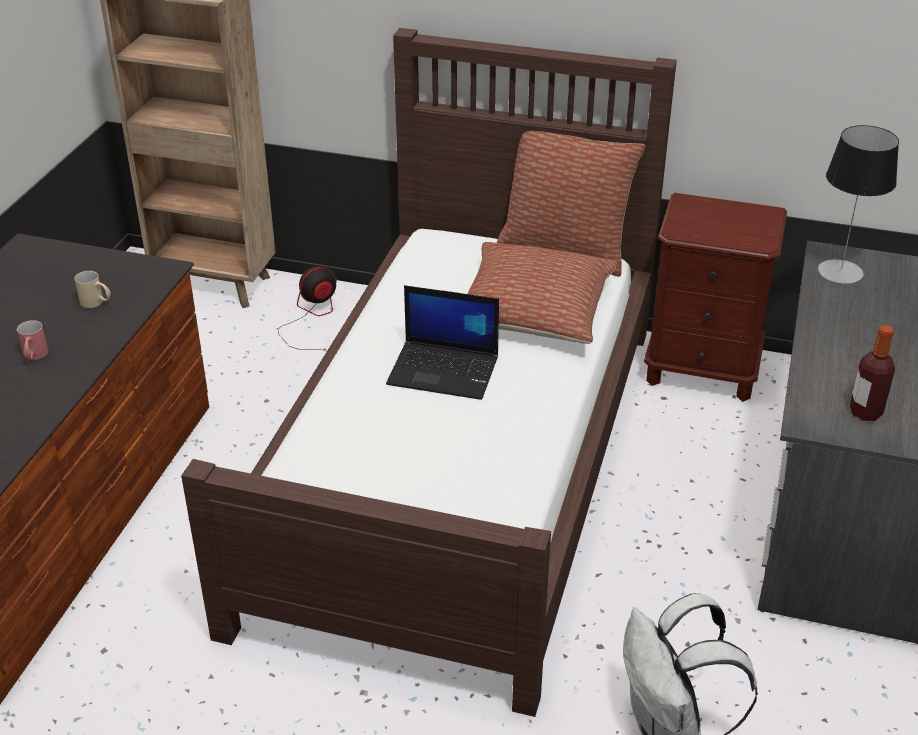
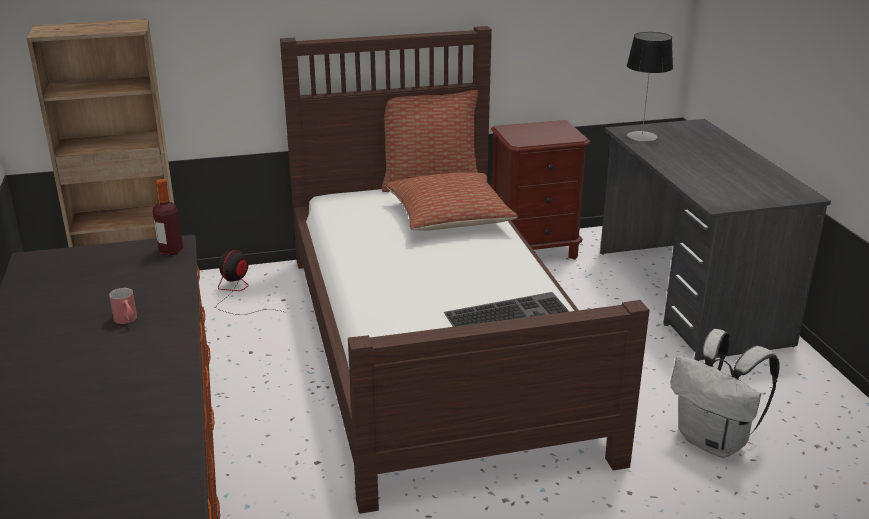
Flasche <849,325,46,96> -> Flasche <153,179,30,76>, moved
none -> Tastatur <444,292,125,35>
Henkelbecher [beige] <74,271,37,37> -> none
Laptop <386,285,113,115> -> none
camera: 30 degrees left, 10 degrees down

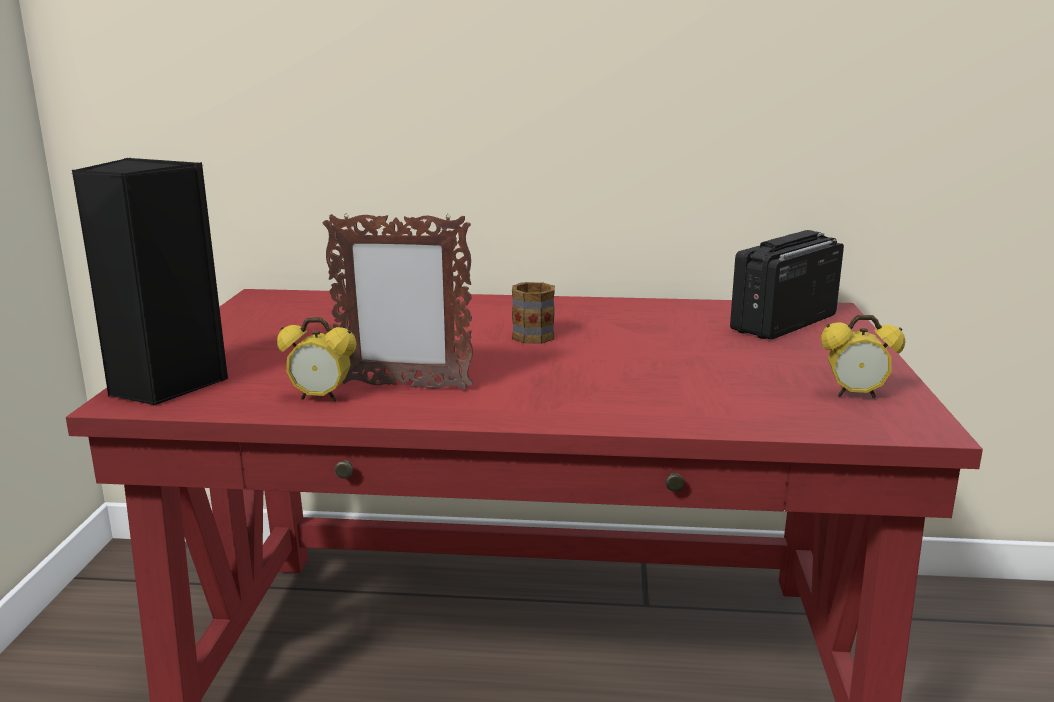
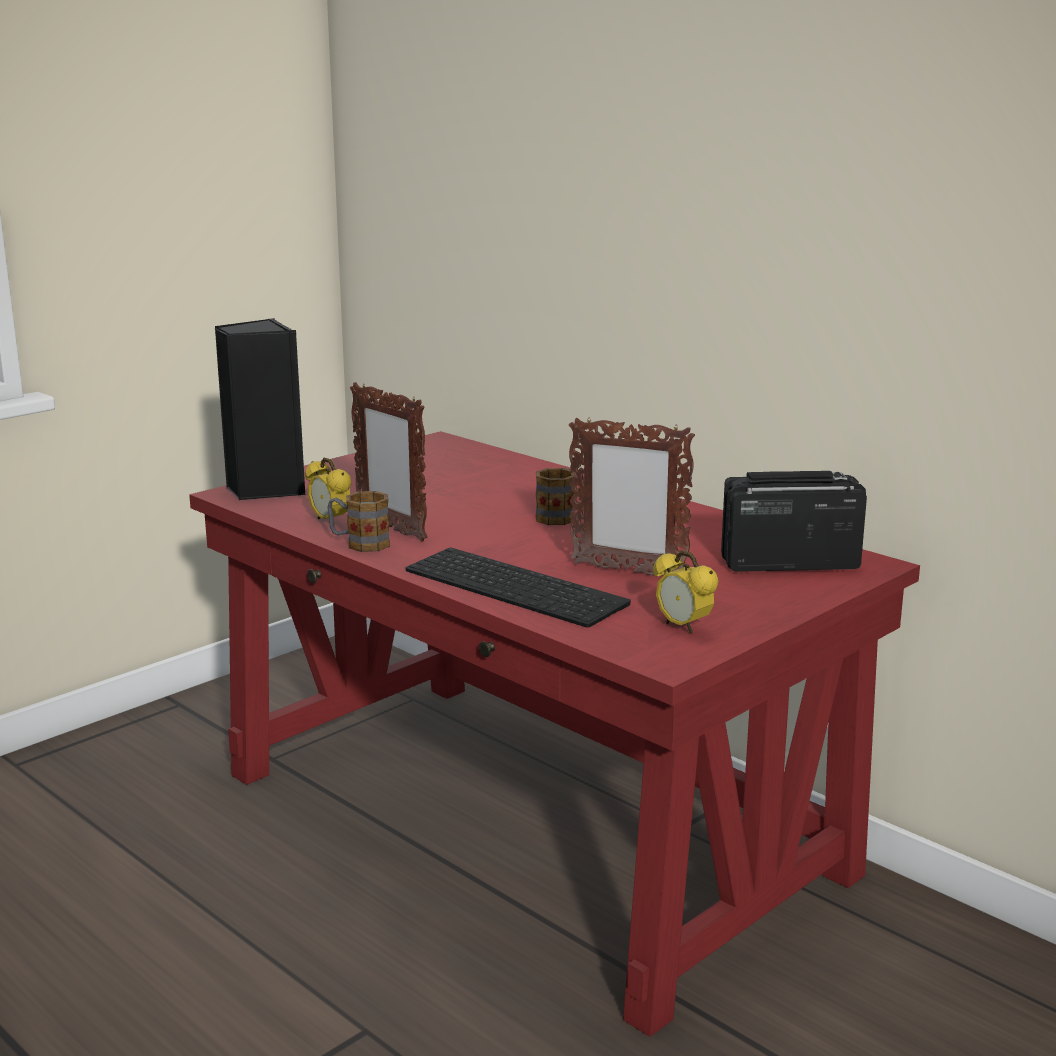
none -> Henkelbecher <328,491,62,61>
none -> Tastatur <406,548,225,80>
none -> Bilderrahmen <569,417,126,159>
camera: 40 degrees right, 0 degrees up

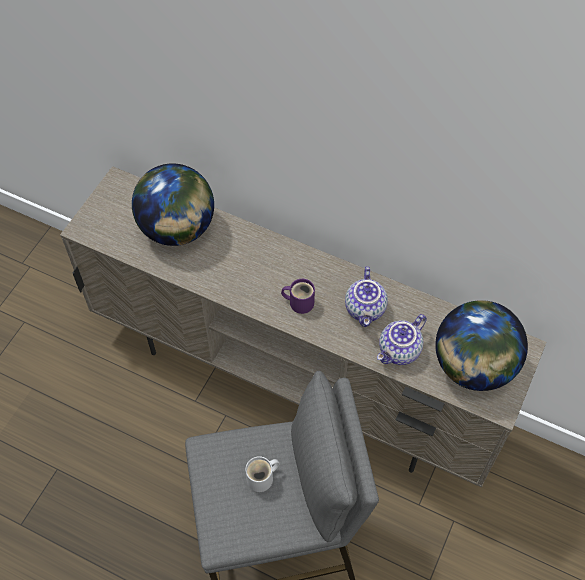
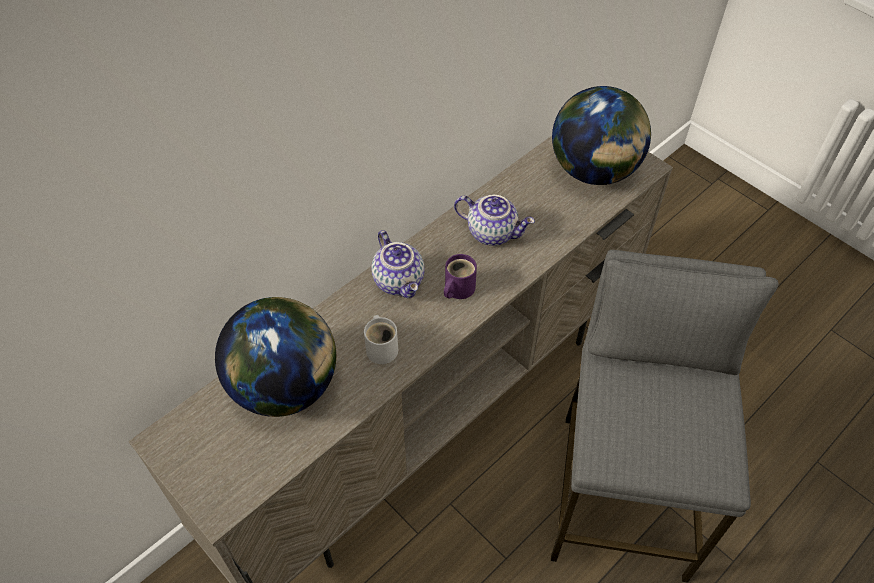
Henkelbecher [weiß] <245,456,35,36> -> Henkelbecher [weiß] <364,315,34,49>, moved
Teekanne <377,314,50,51> -> Teekanne <371,230,53,68>, moved
camera: 70 degrees left, 5 degrees down

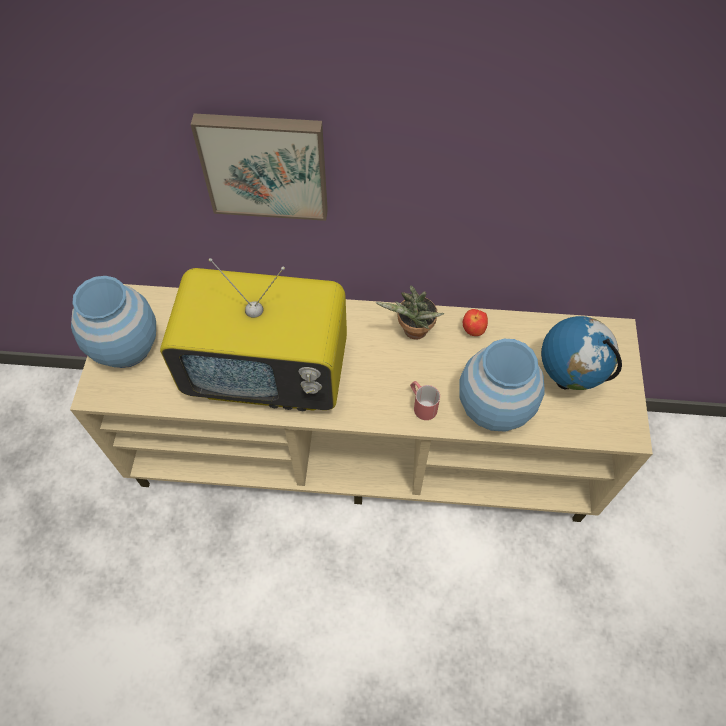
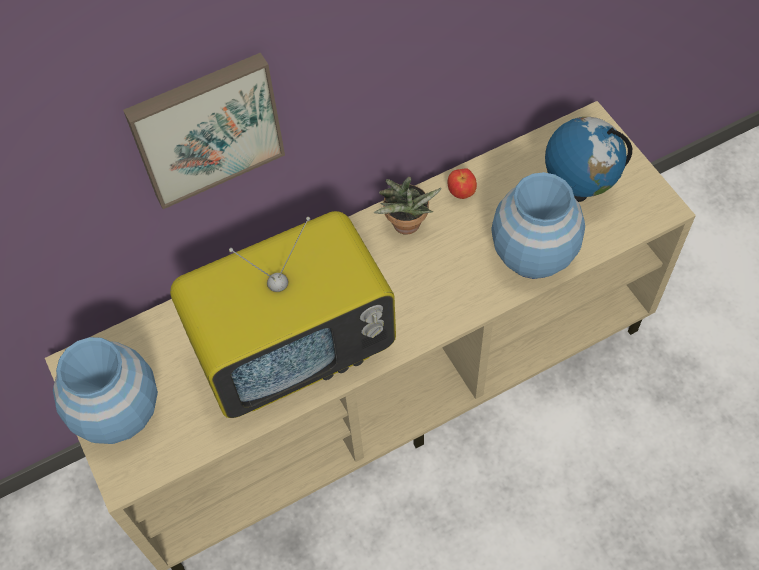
Henkelbecher [rot] <410,381,30,39> -> none
camera: 30 degrees left, 0 degrees up

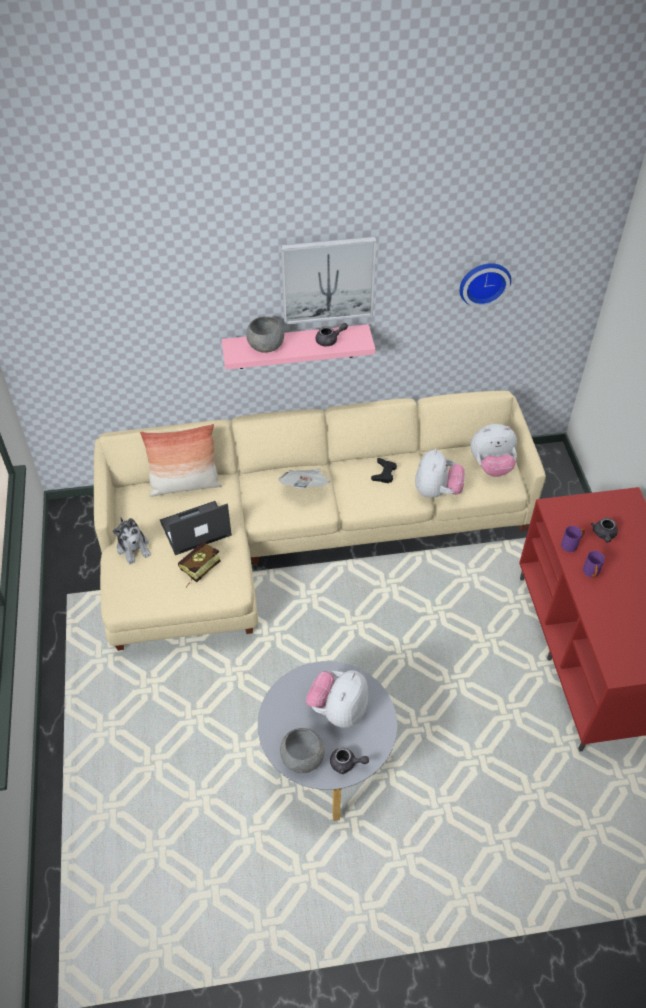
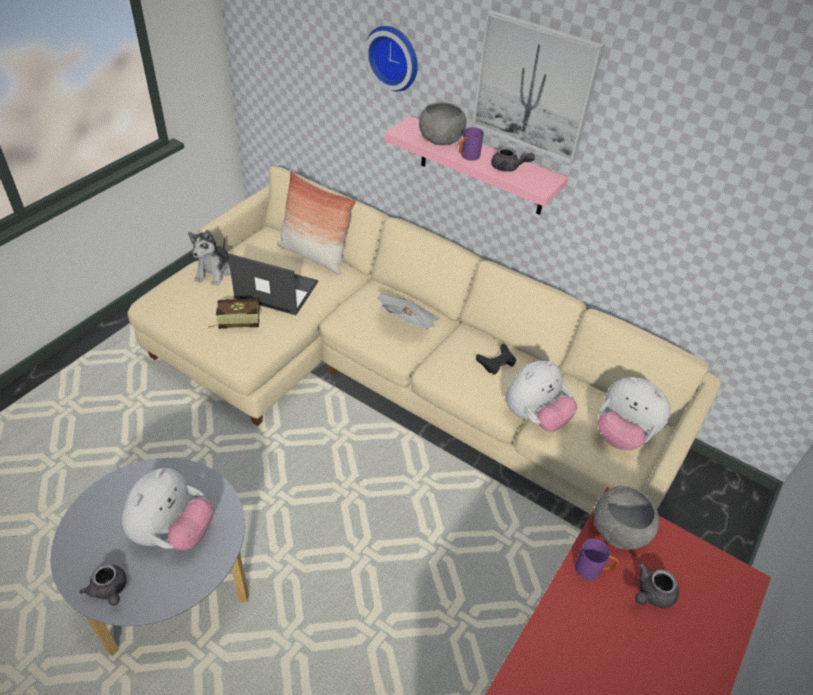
Plüschtier <306,670,62,58> -> Plüschtier <122,468,92,82>, 135 degrees clockwise
Wanduhr <460,263,51,45> -> Wanduhr <364,26,54,66>, moved
Henkelbecher [lila] <583,551,22,27> -> Henkelbecher [lila] <459,127,25,34>, moved
Schüssel [grau] <280,728,45,45> -> Schüssel [grau] <594,486,65,64>, moved
camera: 40 degrees right, 5 degrees down

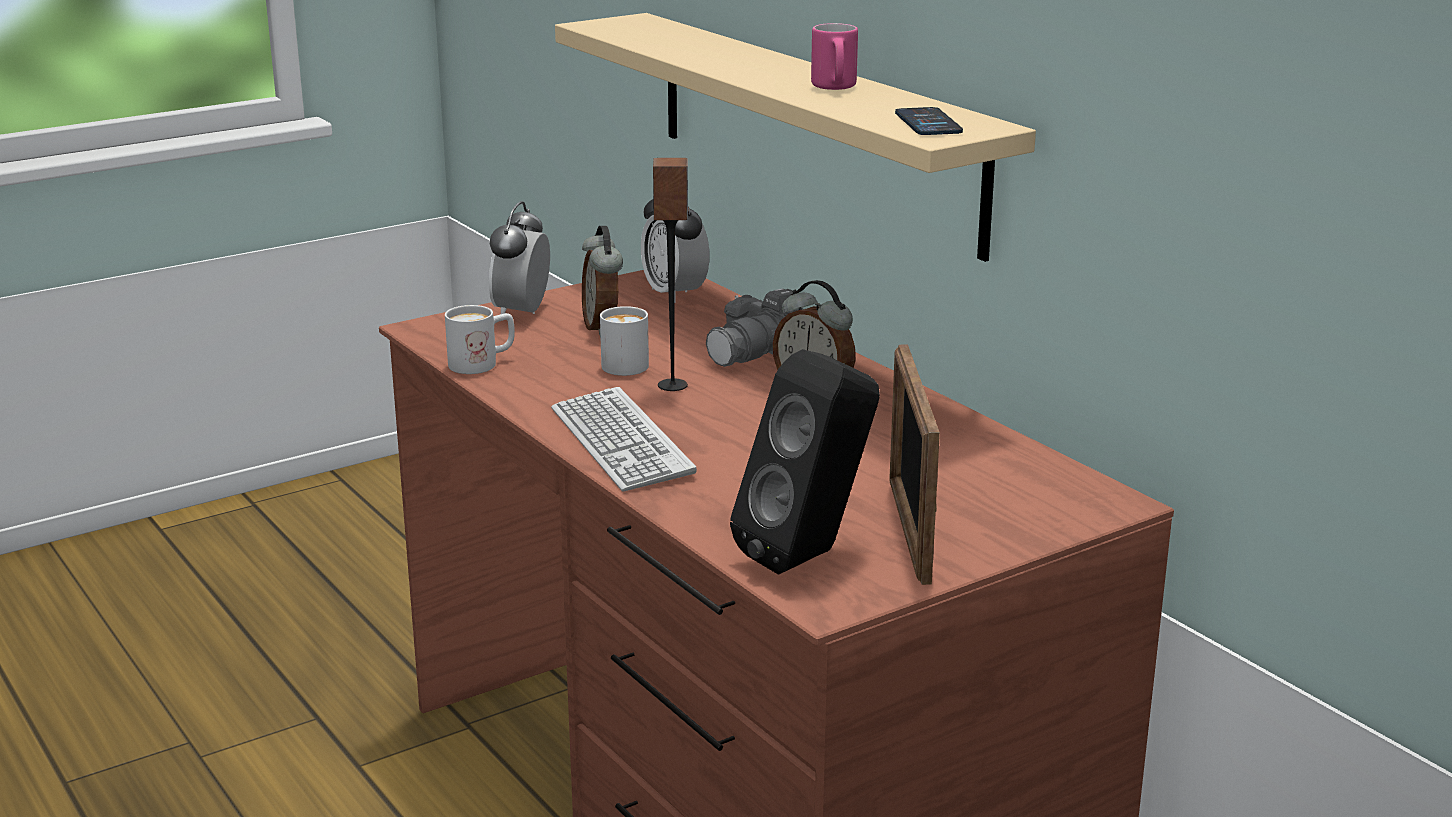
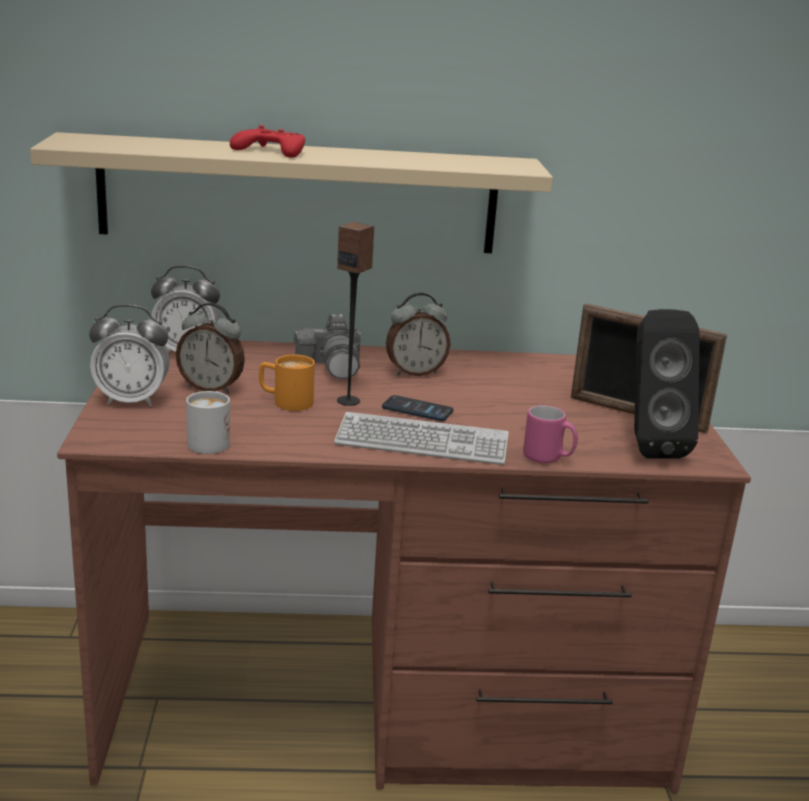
Wecker <489,201,61,113> -> Wecker <89,304,81,103>, 45 degrees counterclockwise
none -> Gamepad [rot] <230,125,75,33>
Henkelbecher [weiß] <600,306,49,70> -> Henkelbecher [orange] <259,355,56,56>
Handy <895,107,68,28> -> Handy <382,395,71,26>, moved
Henkelbecher [rosa] <811,23,47,67> -> Henkelbecher [rosa] <523,405,55,58>, moved
camera: 60 degrees left, 0 degrees up

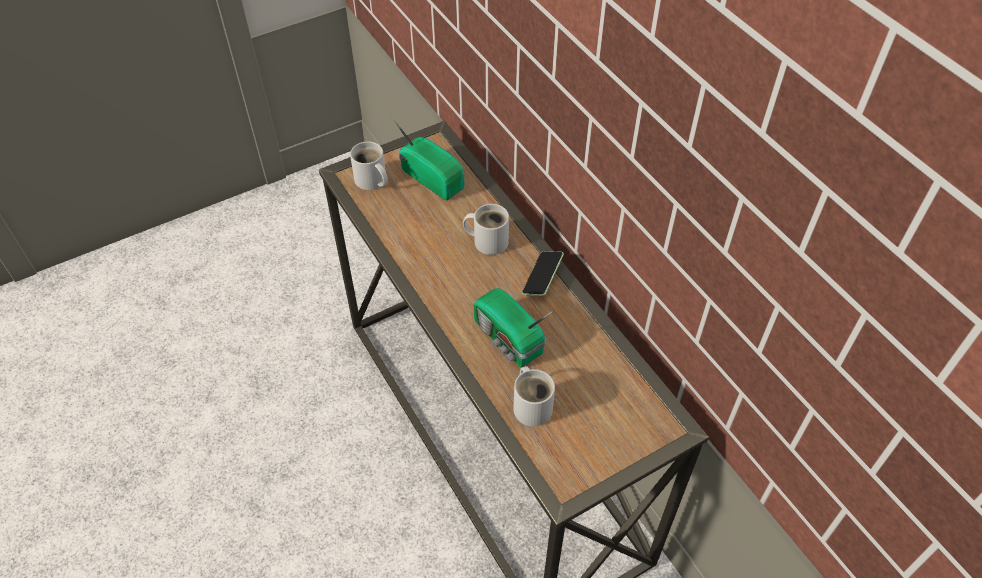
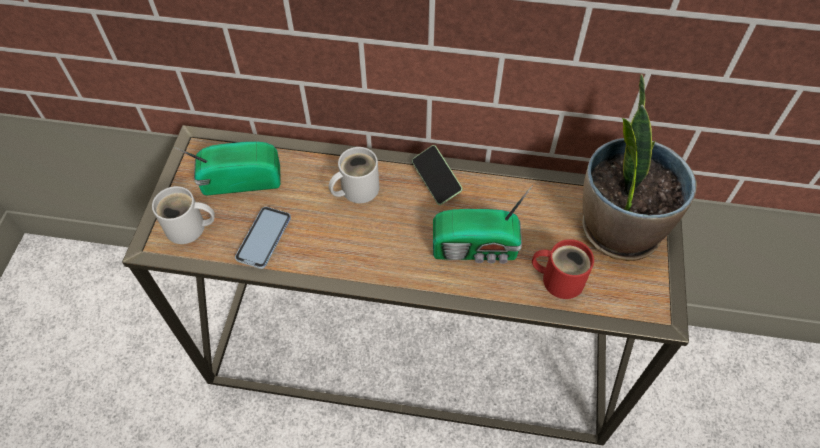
none -> Handy <235,207,56,62>
Henkelbecher [weiß] <513,366,42,61> -> Henkelbecher [rot] <532,239,62,60>
none -> Topfpflanze <582,74,115,187>
camera: 50 degrees left, 5 degrees up

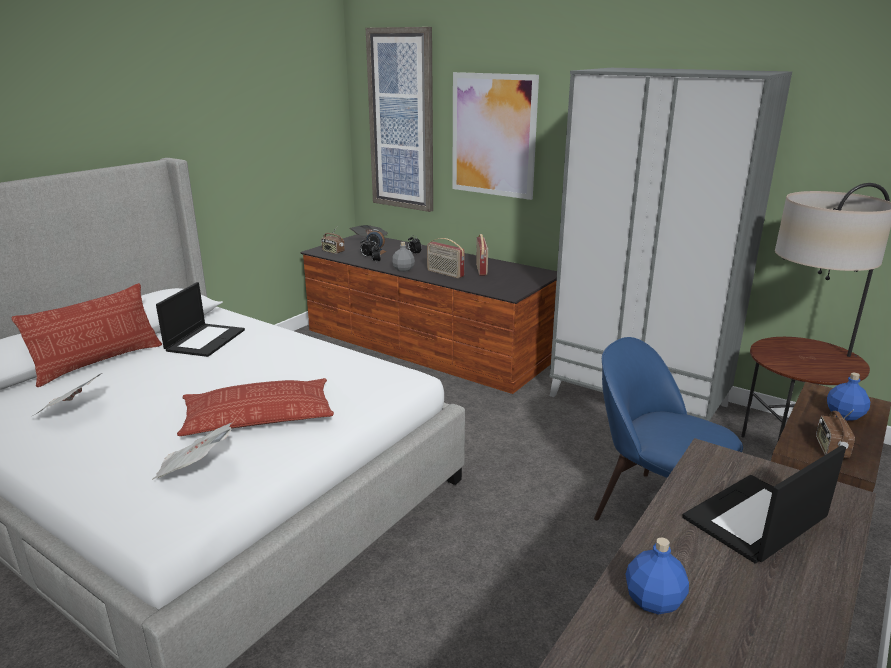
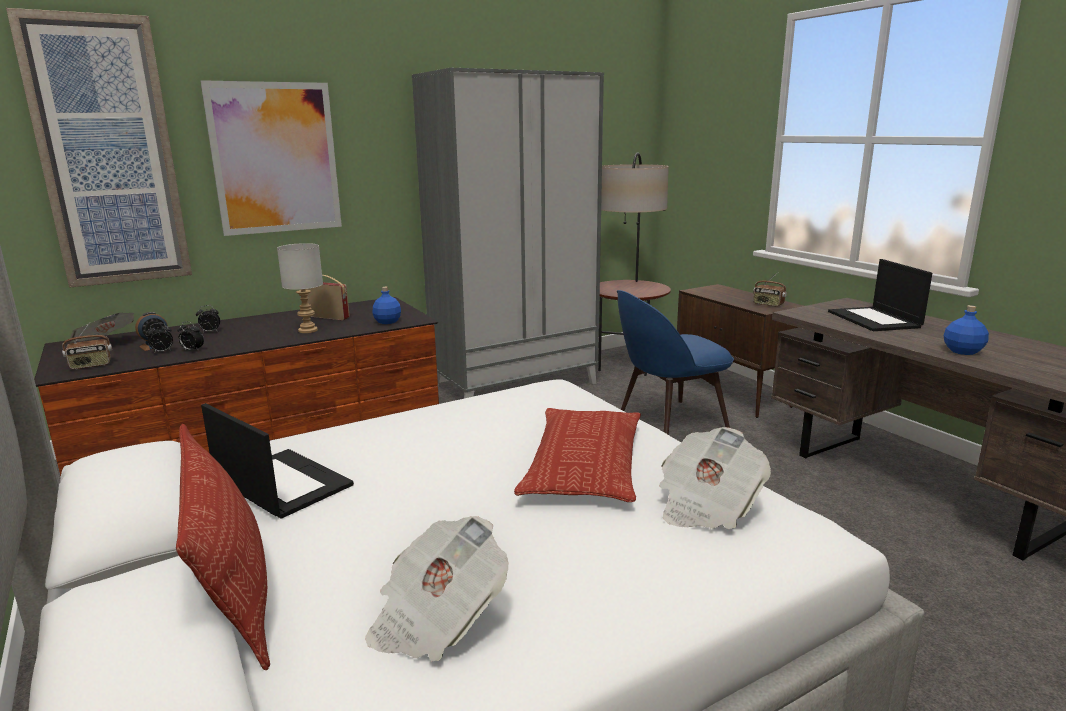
Radio <427,238,37,40> -> Tischlampe [grau] <277,243,46,90>
Flasche [blau] <827,373,44,48> -> Flasche [blau] <373,287,28,37>, moved
Flasche [grau] <392,242,23,30> -> none
camera: 65 degrees left, 5 degrees down

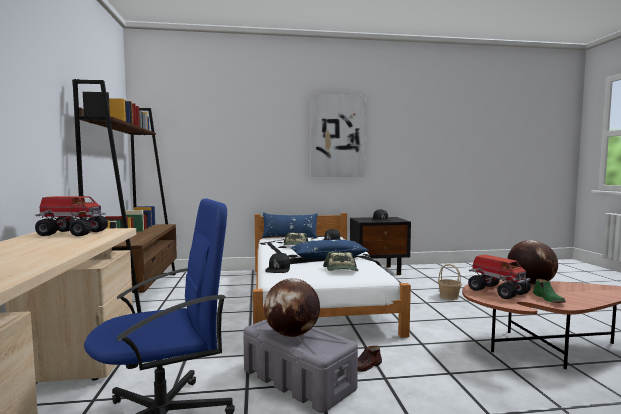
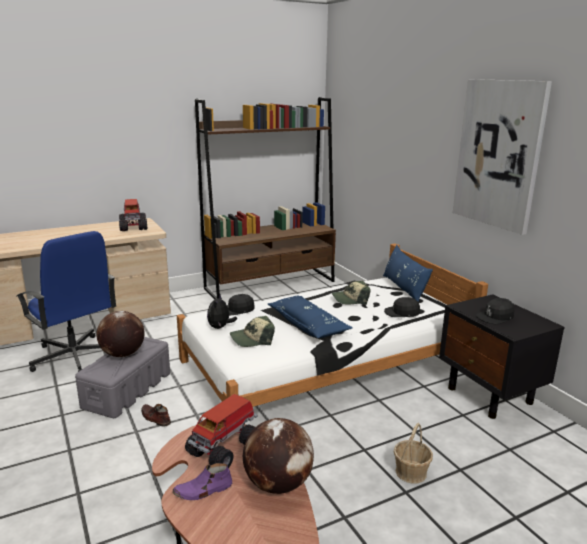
Schuh [grün] <533,279,33,24> -> Schuh [lila] <173,463,59,37>
none -> Plüschtier <207,294,30,35>
camera: 70 degrees right, 15 degrees up

